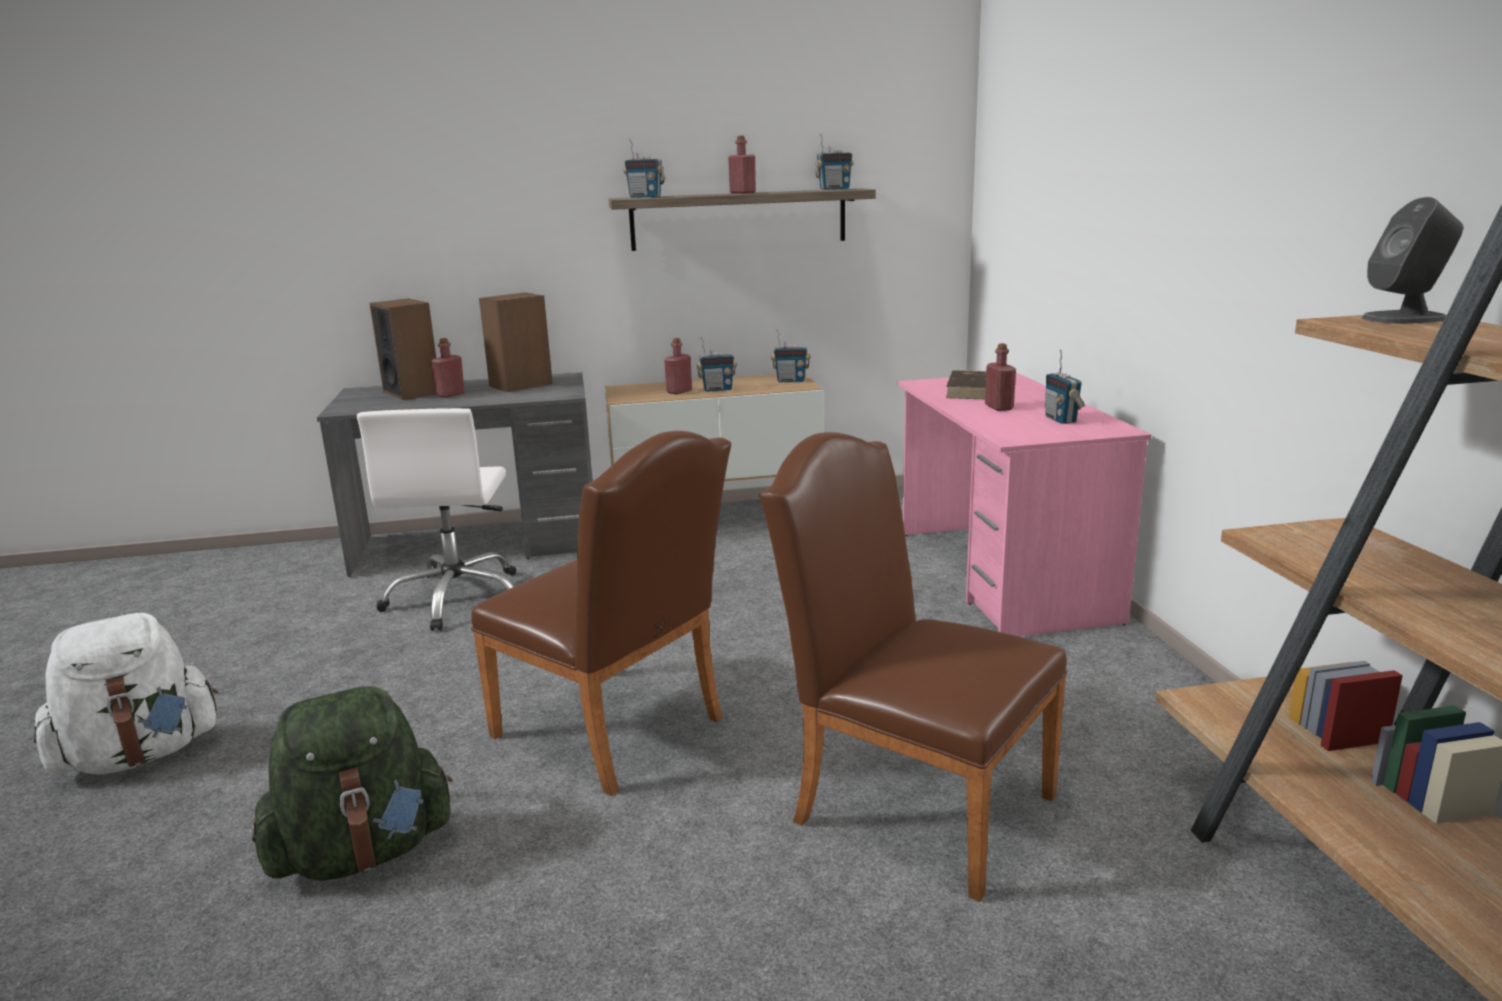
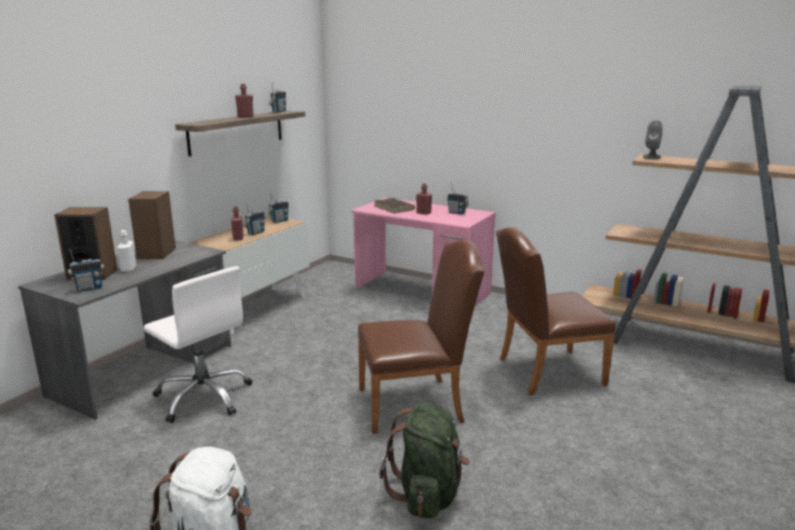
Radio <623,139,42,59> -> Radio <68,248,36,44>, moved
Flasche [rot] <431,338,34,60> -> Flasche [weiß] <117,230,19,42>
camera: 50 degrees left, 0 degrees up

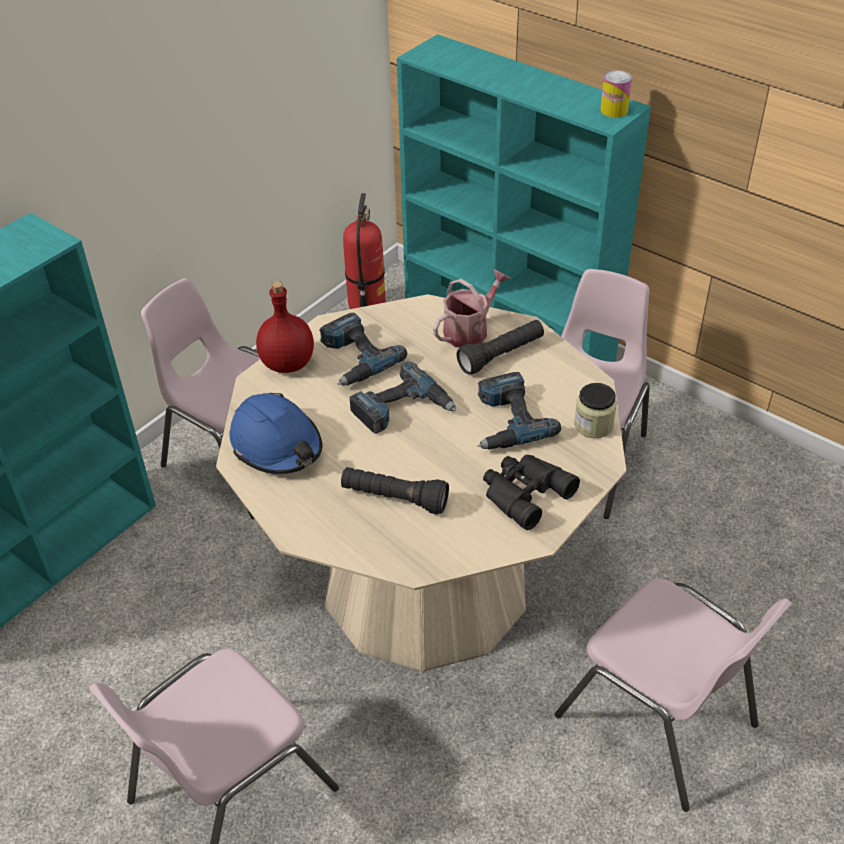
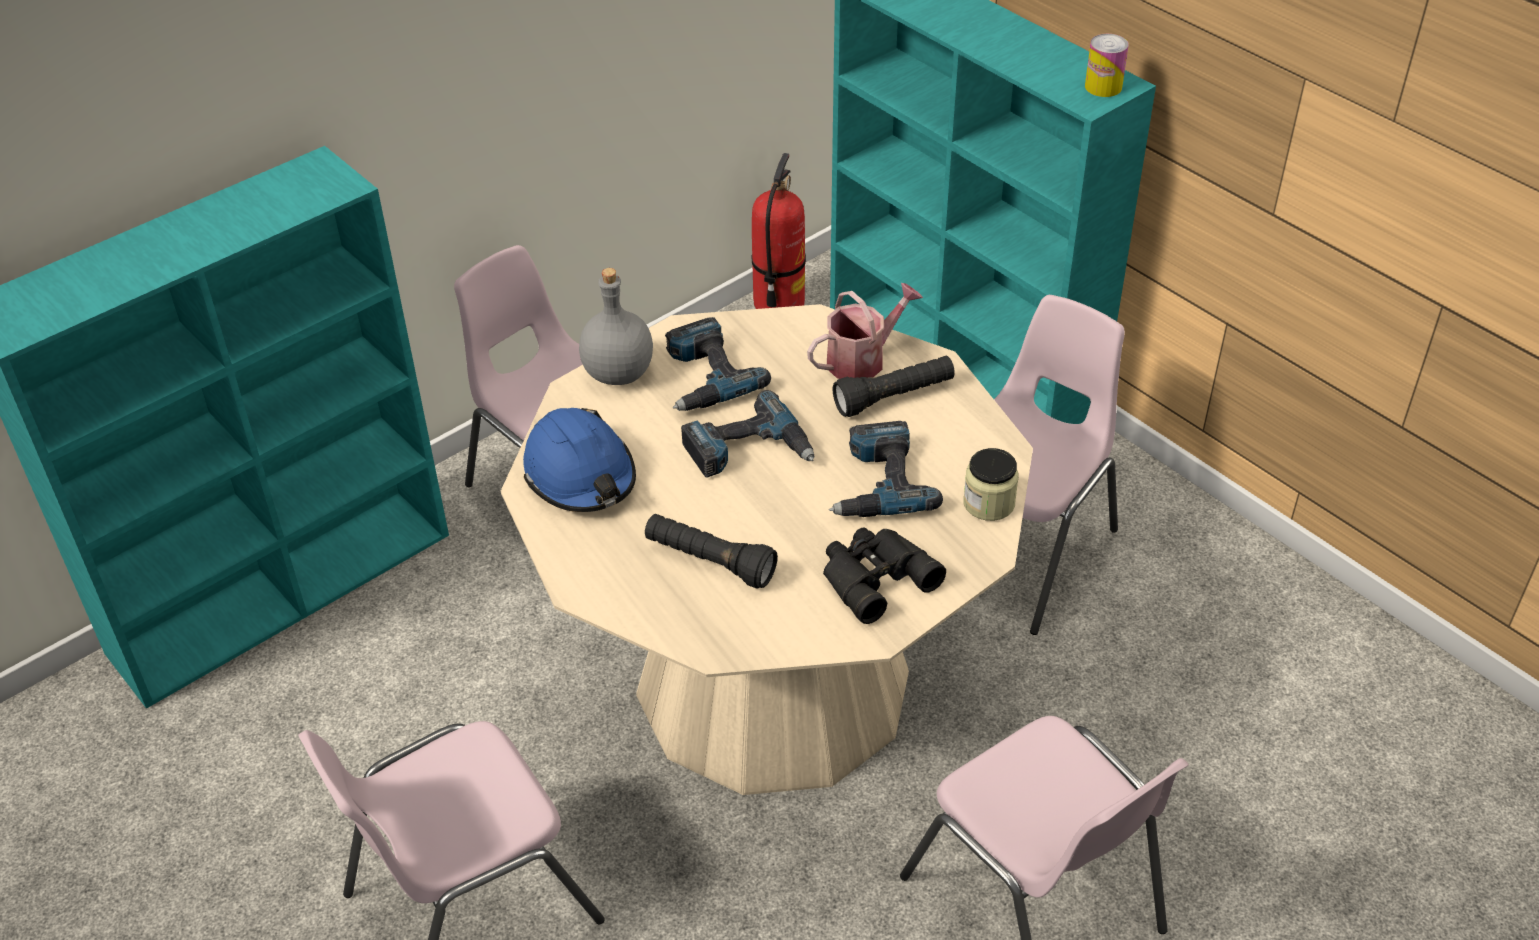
Flasche [rot] <256,281,58,92> -> Flasche [grau] <579,268,74,117>
camera: 10 degrees right, 0 degrees up

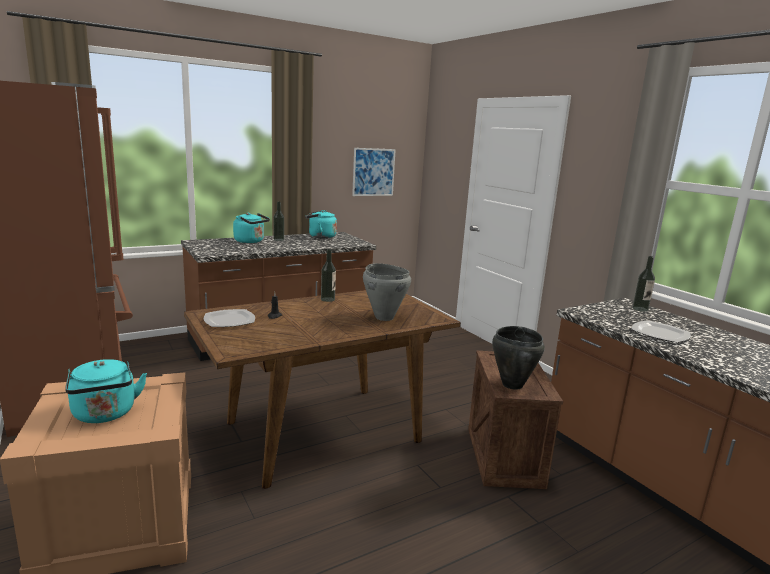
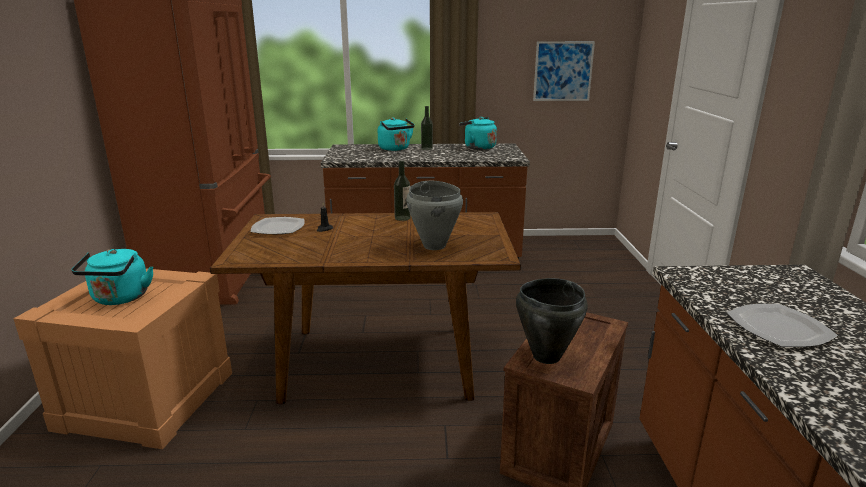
Flasche <632,256,23,56> -> none
camera: 30 degrees right, 5 degrees up

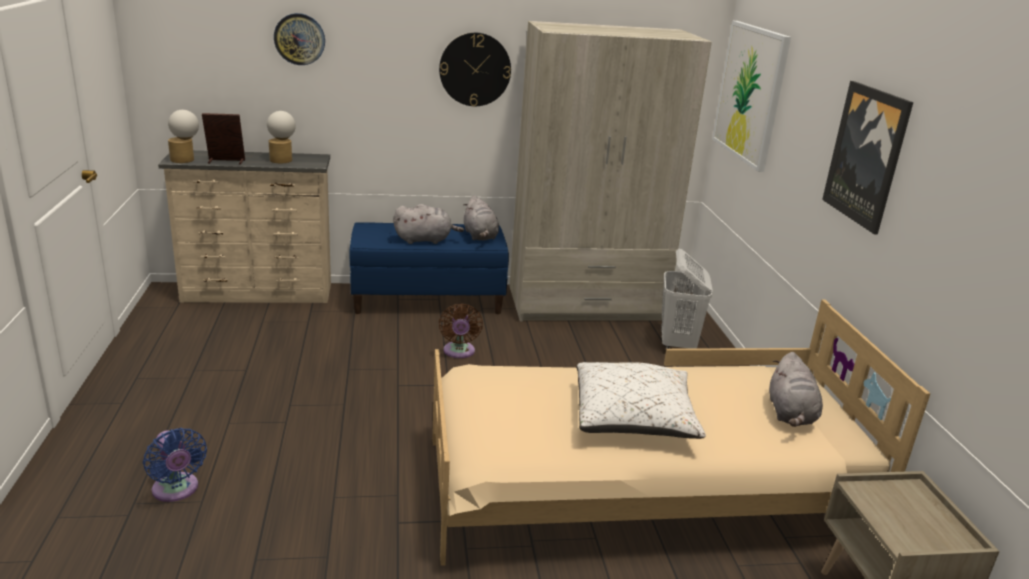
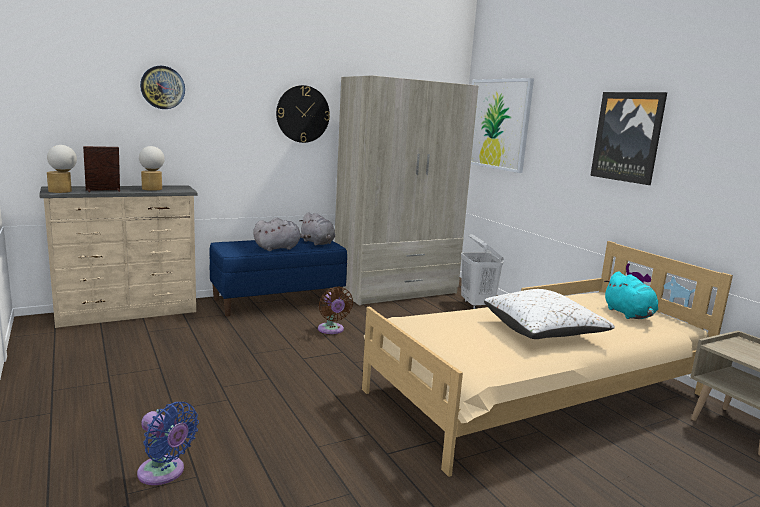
Plüschtier [grau] <769,352,54,75> -> Plüschtier [türkis] <604,271,54,48>
camera: 20 degrees left, 10 degrees down

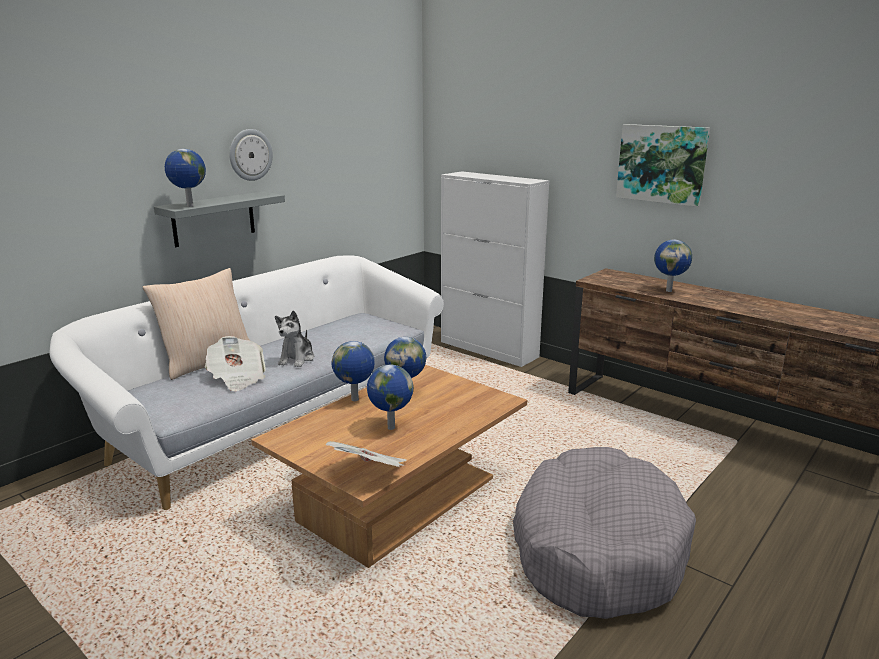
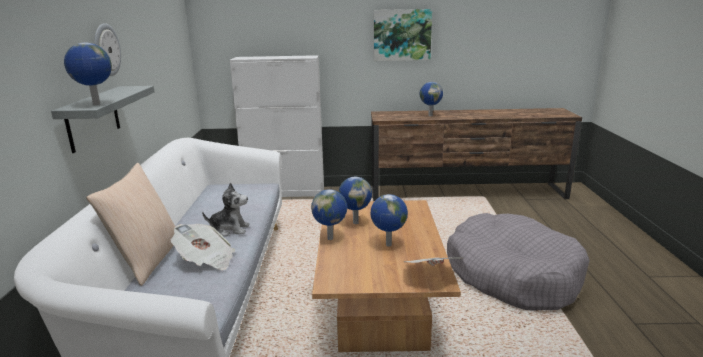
Plüschtier <275,310,39,57> -> Plüschtier <202,183,48,54>, 60 degrees counterclockwise
camera: 40 degrees left, 0 degrees up

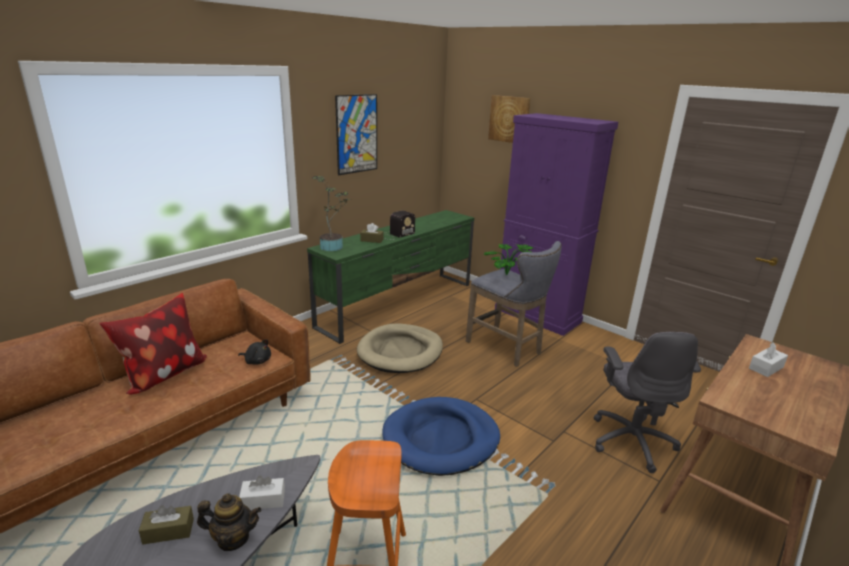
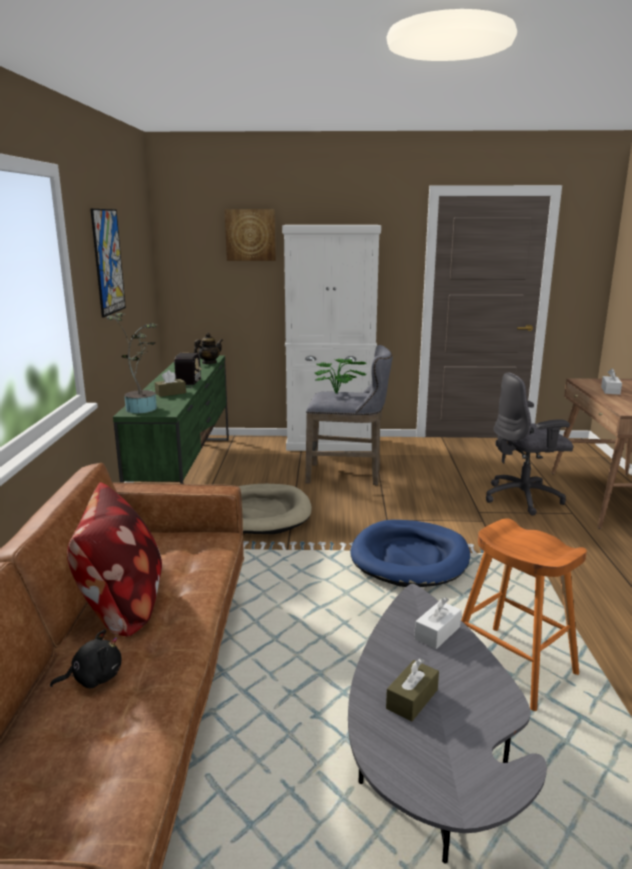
Plüschtier [schwarz] <238,339,33,26> -> Plüschtier [schwarz] <50,629,72,59>, moved
Teekanne <197,493,64,58> -> Teekanne <194,333,29,31>, moved
Schrank [lila] <495,113,123,223> -> Schrank [weiß] <282,225,99,226>
Bürostuhl [grau] <593,332,108,141> -> Bürostuhl [grau] <486,373,87,143>, 120 degrees clockwise
camera: 40 degrees left, 5 degrees down

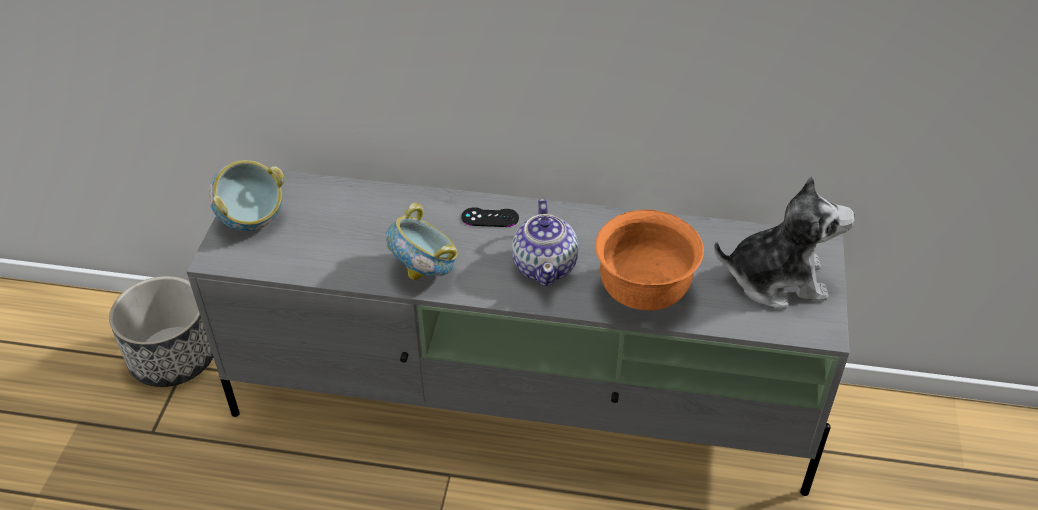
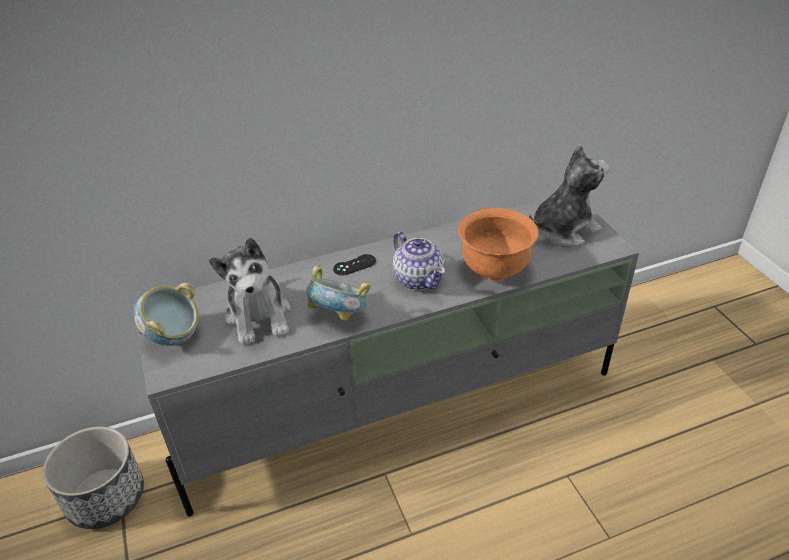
none -> Plüschtier <209,237,82,108>
camera: 30 degrees left, 5 degrees down

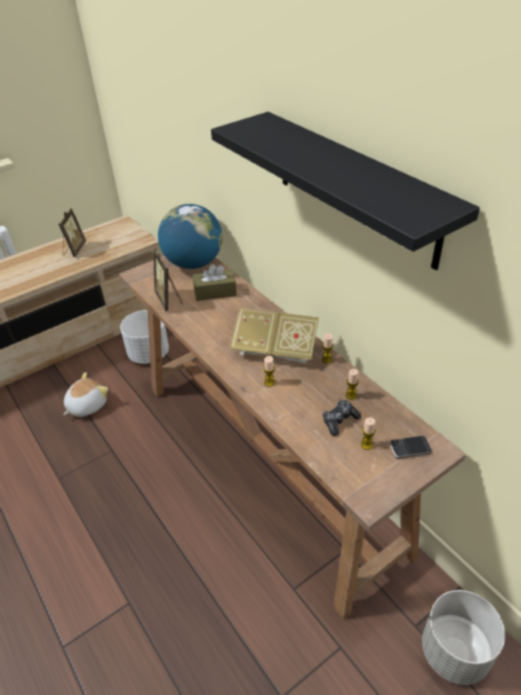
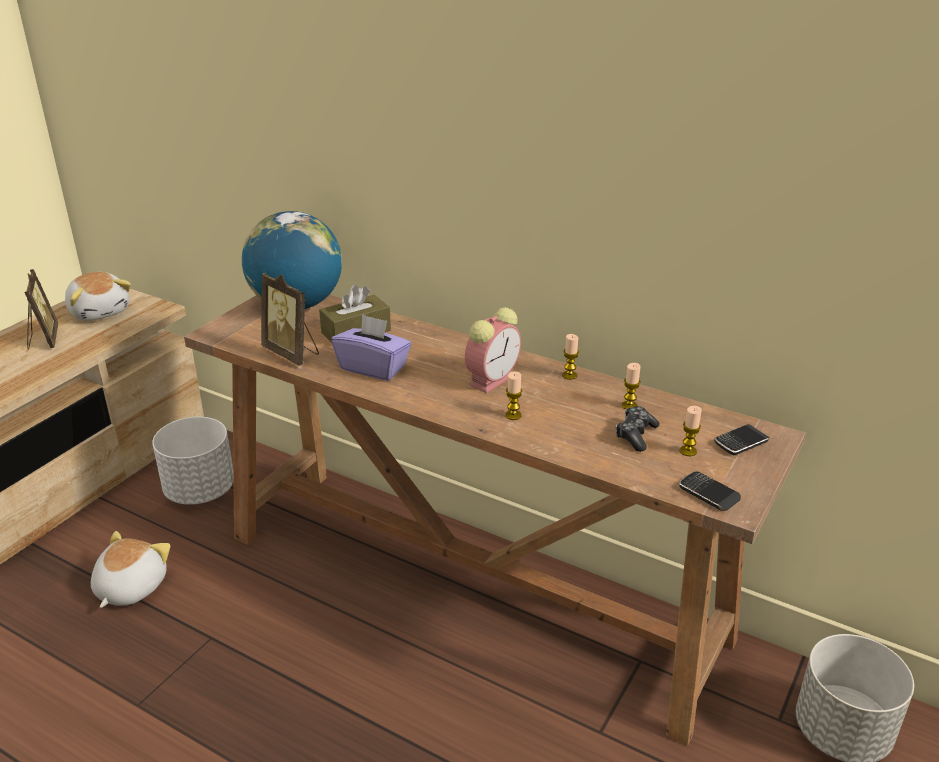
none -> Plüschtier <65,272,66,49>
none -> Taschentuchbox [lila] <331,314,80,67>
Buch <230,308,89,56> -> Wecker <465,307,56,86>
none -> Handy <679,471,62,40>
Wandregal [schwarz] <211,112,269,158> -> none
camera: 25 degrees left, 10 degrees down

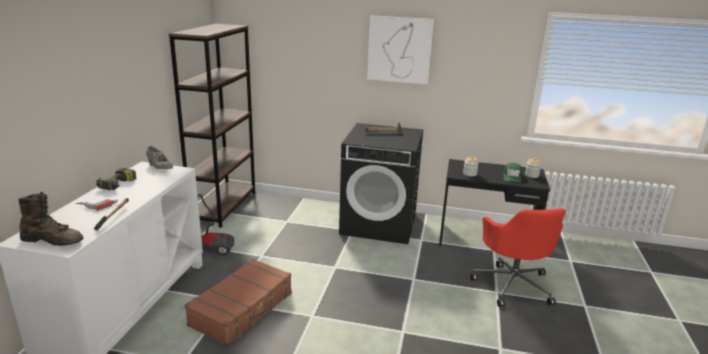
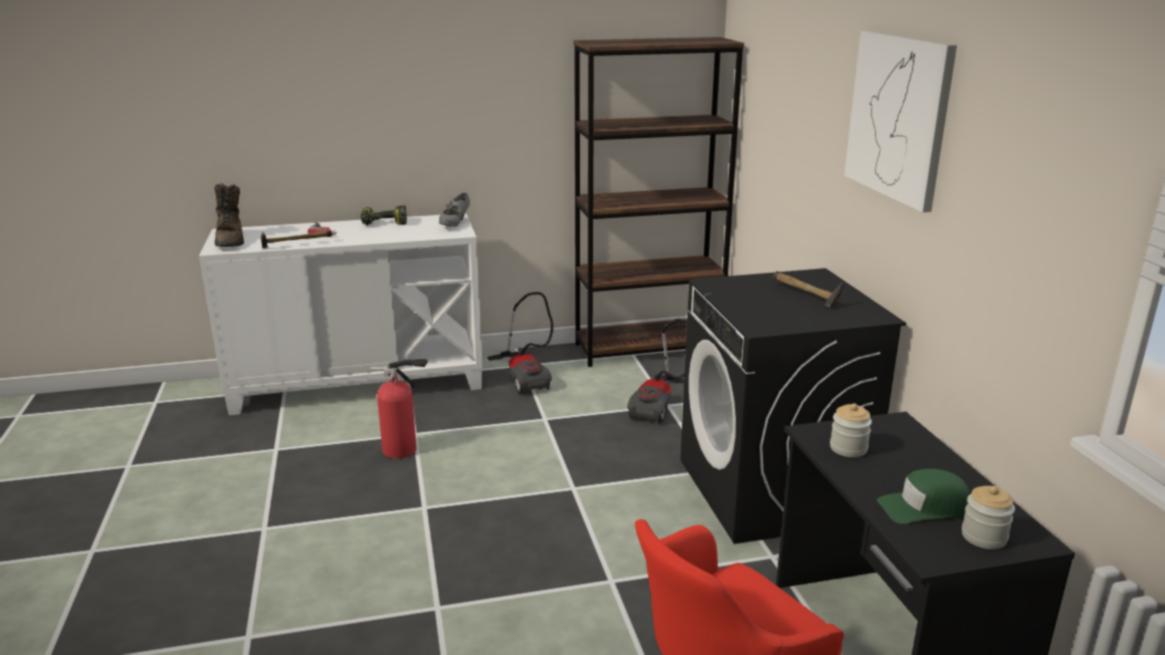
Koffer [braun] <185,259,107,87> -> Feuerlöscher <371,359,57,99>
none -> Staubsauger <627,319,60,104>
camera: 65 degrees right, 0 degrees up

